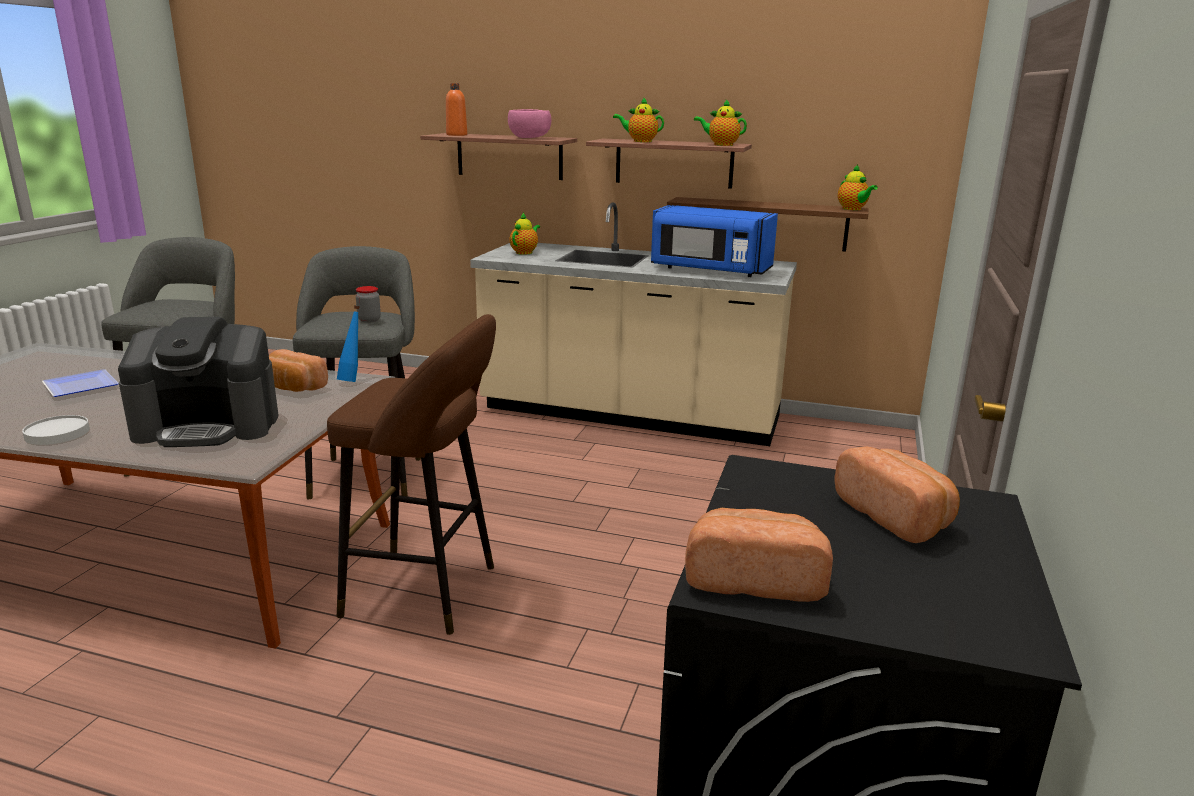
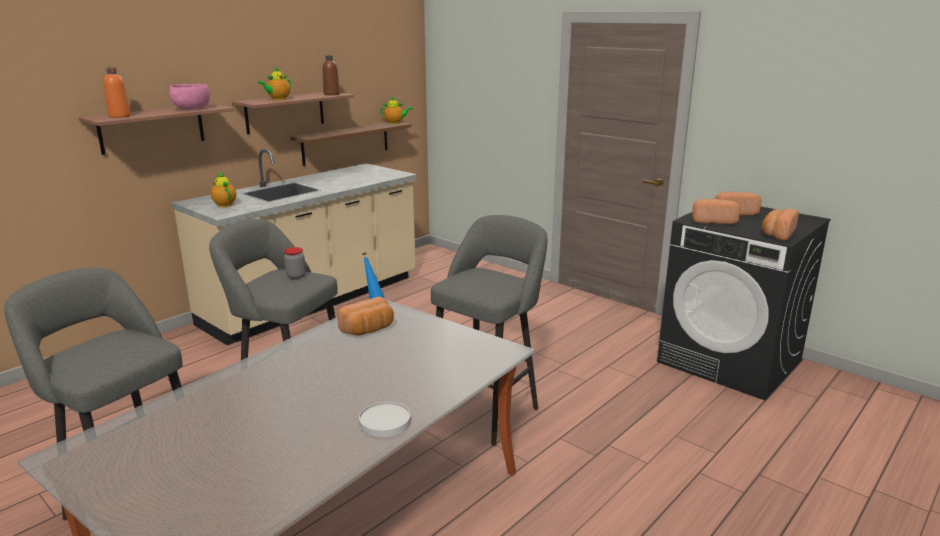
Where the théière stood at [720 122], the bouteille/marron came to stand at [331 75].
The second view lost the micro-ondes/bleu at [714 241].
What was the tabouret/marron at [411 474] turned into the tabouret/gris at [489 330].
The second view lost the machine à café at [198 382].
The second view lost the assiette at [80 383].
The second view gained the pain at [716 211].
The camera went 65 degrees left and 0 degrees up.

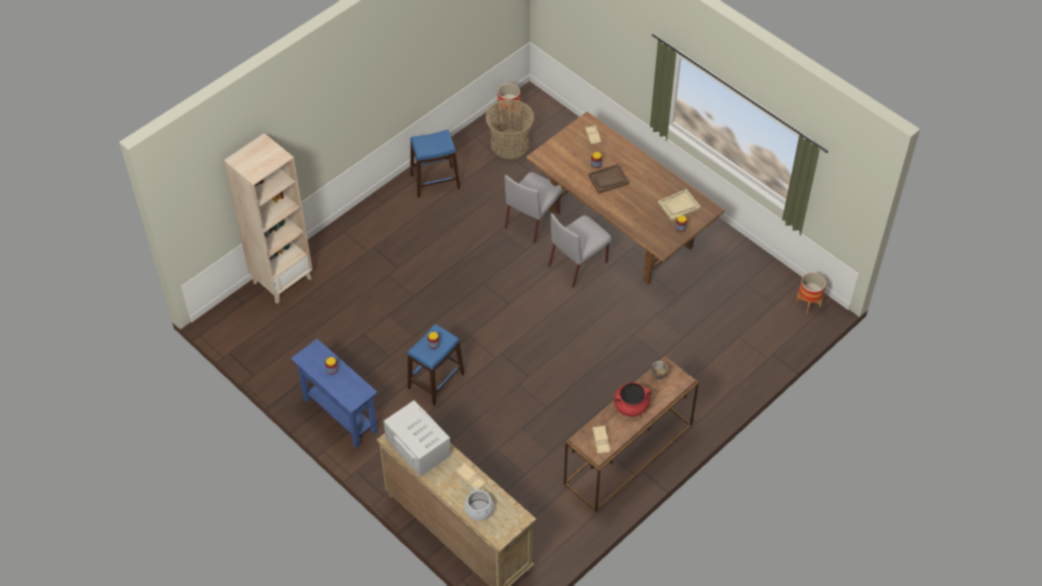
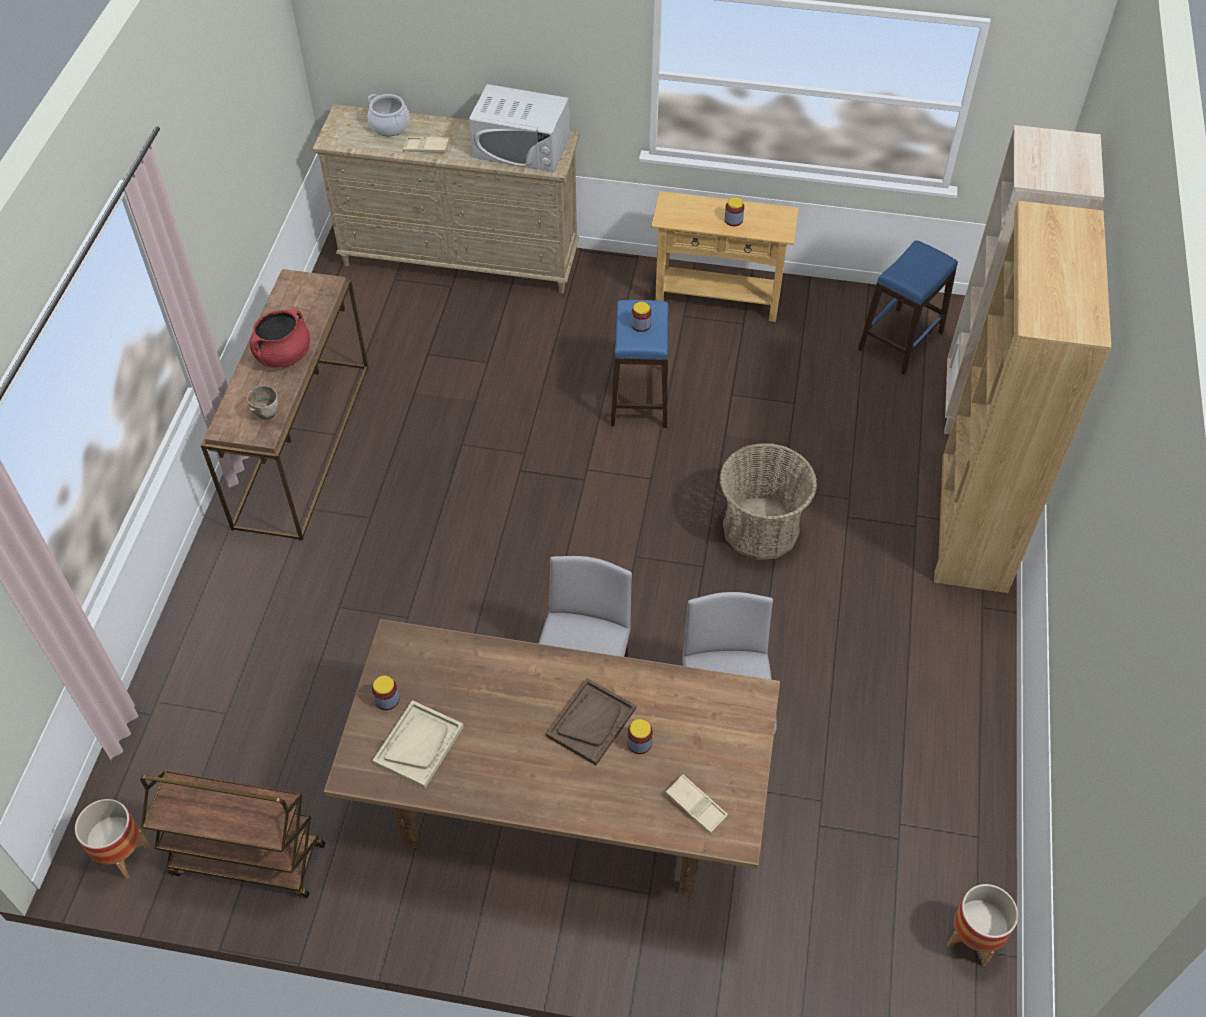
The panier ended up elsewhere, having gone from [509 129] to [768 501].
The tabouret/bleu ended up elsewhere, having gone from [435 164] to [908 307].
What was the table console/bleu at [334 393] turned into the table console/beige at [725 256].
The second view lost the plateau/beige at [601 440].
The second view gained the bibliothèque/marron at [1022 397].
The second view gained the chariot/marron at [232 834].
The camera went 145 degrees right and 0 degrees up.

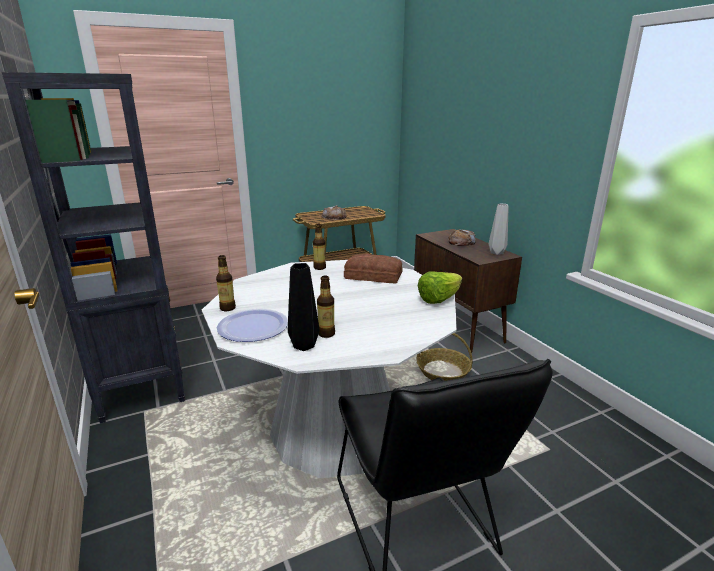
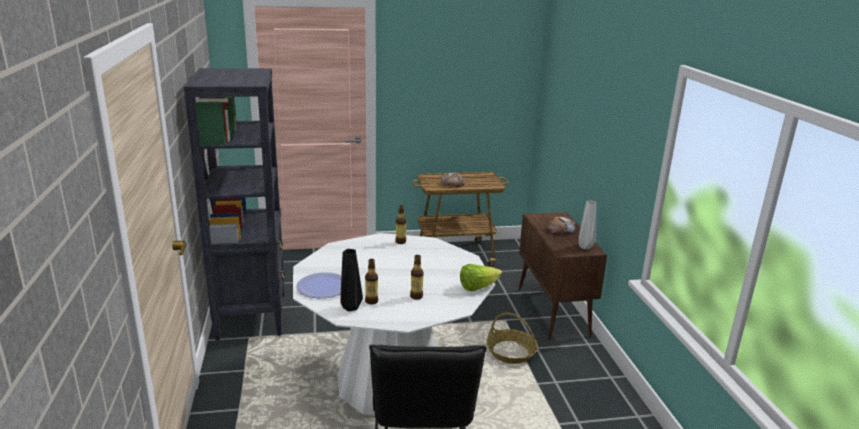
The second view lost the pain at [373 268].
The bouteille ended up elsewhere, having gone from [226 283] to [417 277].
The camera went 15 degrees right and 0 degrees up.

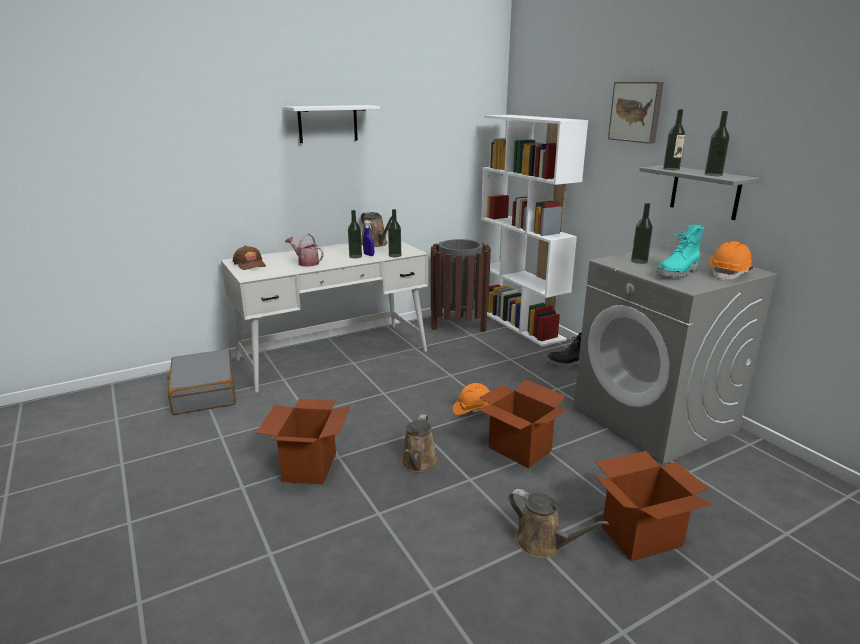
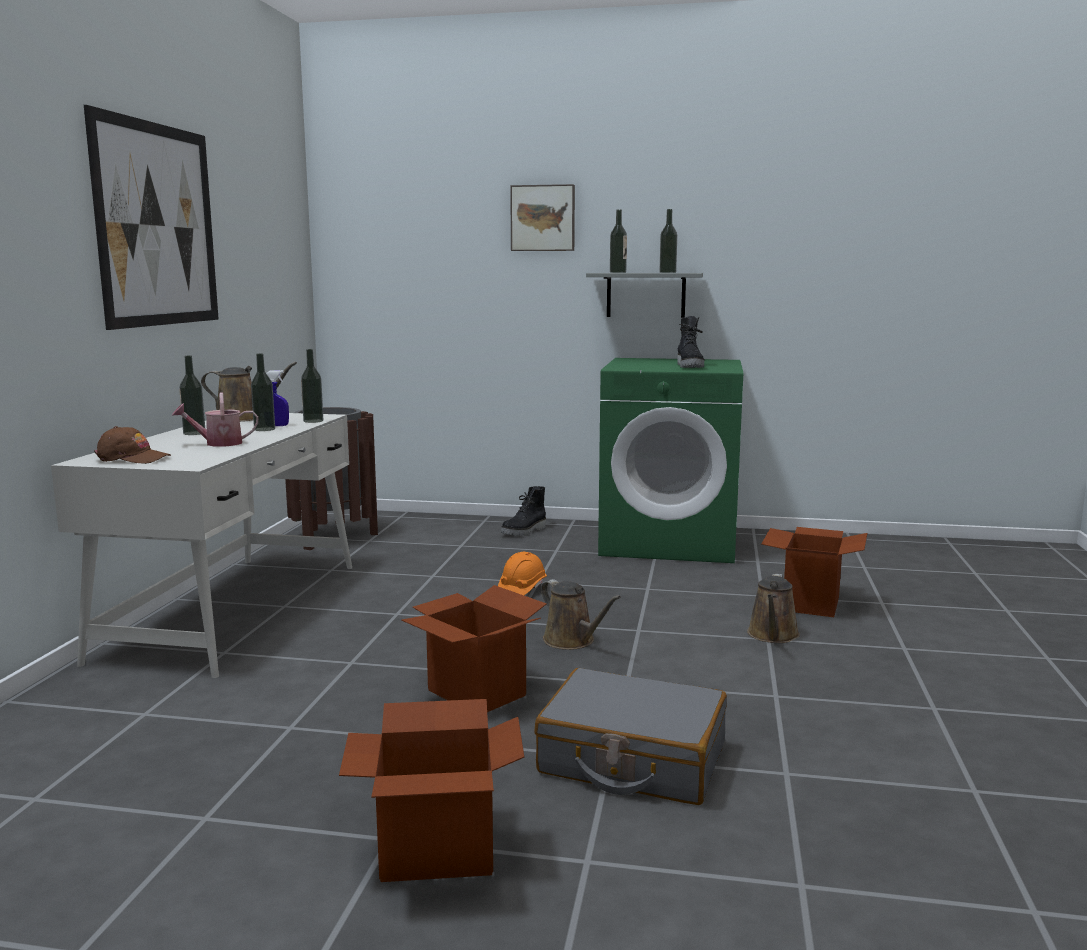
Where the étagère/blanc hung at [332 124], the tableau came to hang at [151 217].
The second view lost the bibliothèque/blanc at [534 231].
The bouteille ended up elsewhere, having gone from [642 233] to [192 395].
What was the botte/turquoise at [680 251] turned into the botte/noir at [691 342].
The second view lost the casque de chantier/orange at [731 261].
What was the lave-linge/gris at [676 354] turned into the lave-linge/vert at [670 460].
The valise/gris ended up elsewhere, having gone from [201 382] to [630 736].
The carton ended up elsewhere, having gone from [522 424] to [431 790].
The arrosoir/marron at [558 523] ended up facing another way, 120 degrees clockwise from before.
The camera went 50 degrees left and 10 degrees down.

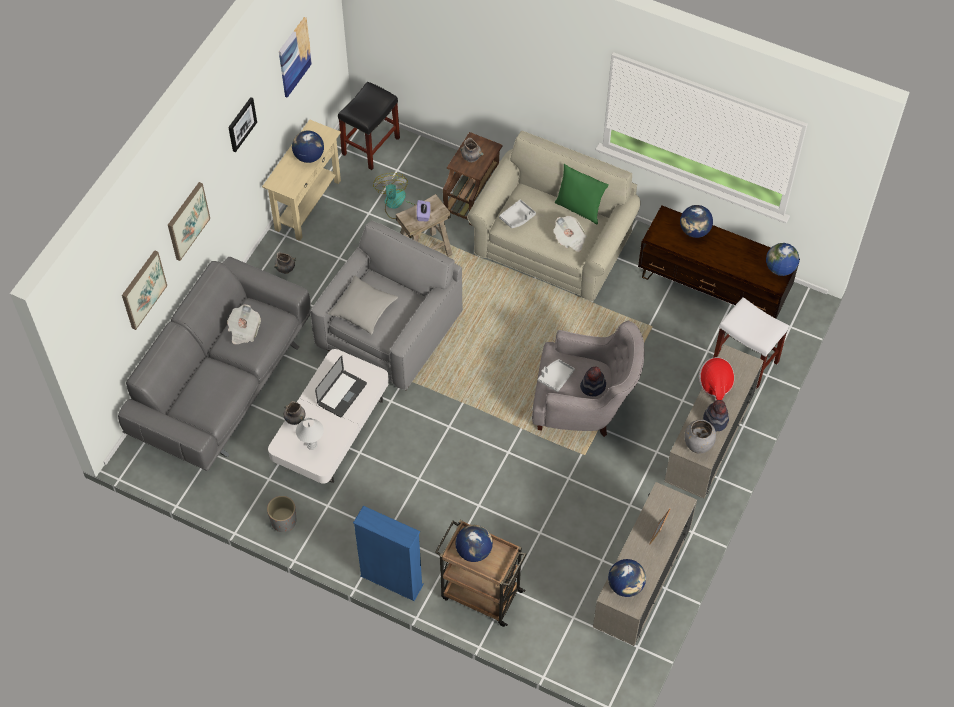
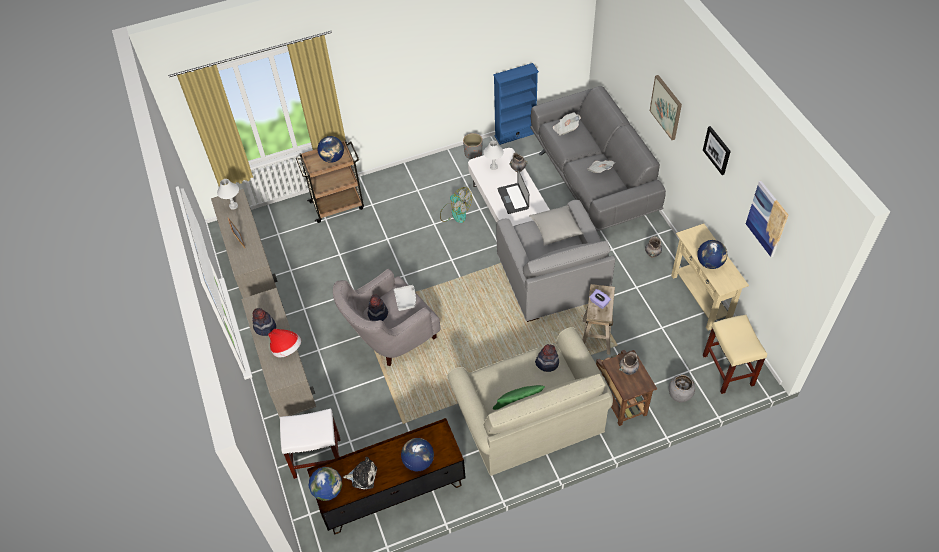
What was the tabouret/noir at [369 125] turned into the tabouret/beige at [735 354].
The ventilateur ended up elsewhere, having gone from [394 196] to [456 205].
Where the plateau/gris stood at [517 214], the chapeau came to stand at [547 358].
The journal ended up elsewhere, having gone from [570 234] to [567 124].
The second view lost the tableau at [144 290].
The vase/gris ended up elsewhere, having gone from [700 436] to [682 388].
The bibliothèque/bleu ended up elsewhere, having gone from [388 553] to [516 104].
Where the globe stood at [627 578], the lampe de table/blanc came to stand at [228 194].
The second view gained the peluche at [360 473].
The camera went 135 degrees right and 5 degrees down.

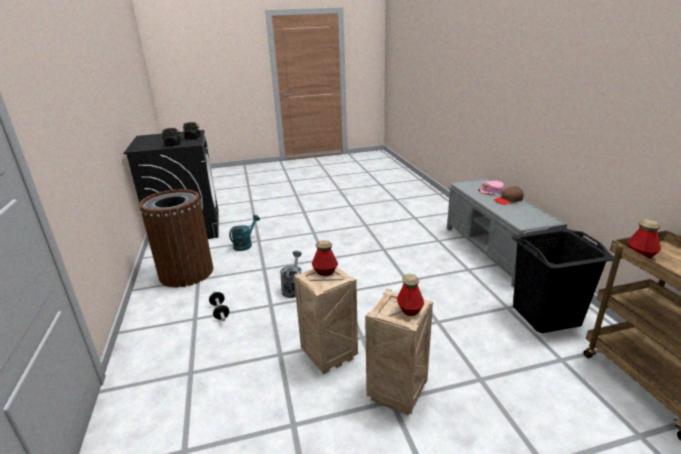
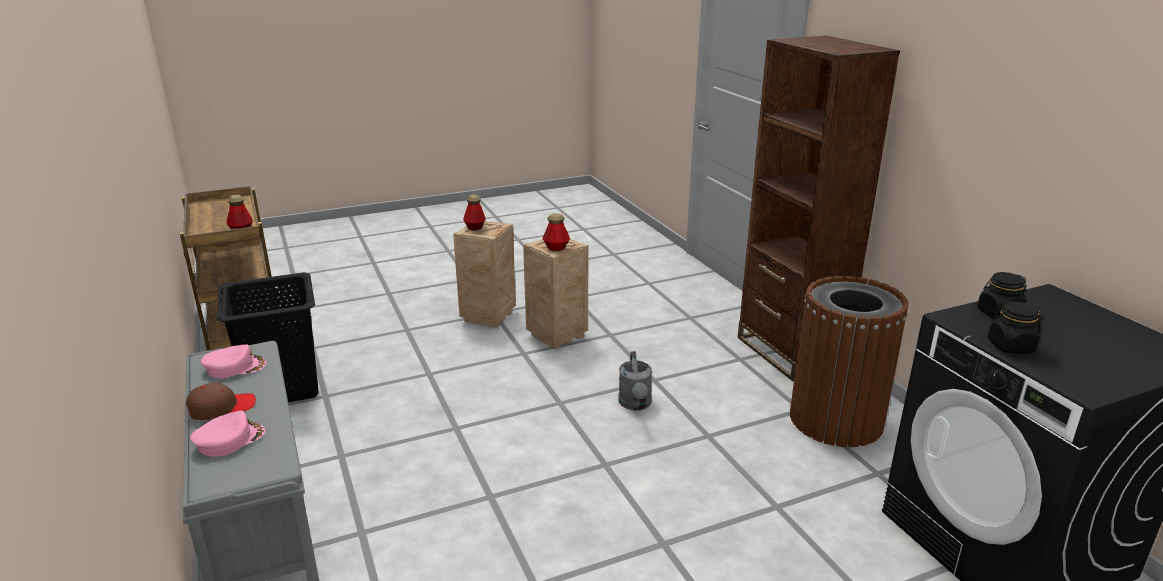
The second view lost the arrosoir/turquoise at [244 233].
The second view lost the haltère at [219 306].
The second view gained the bibliothèque/marron at [819 208].
The second view gained the casquette/rose at [233 361].
The camera went 170 degrees right and 0 degrees up.

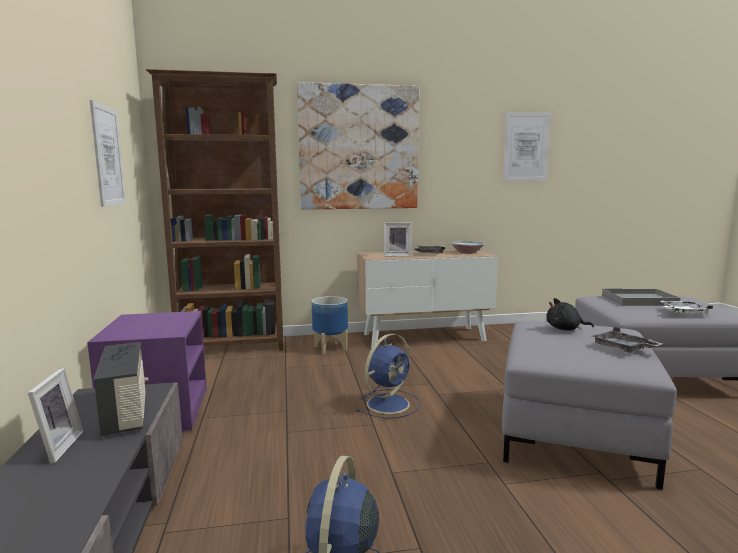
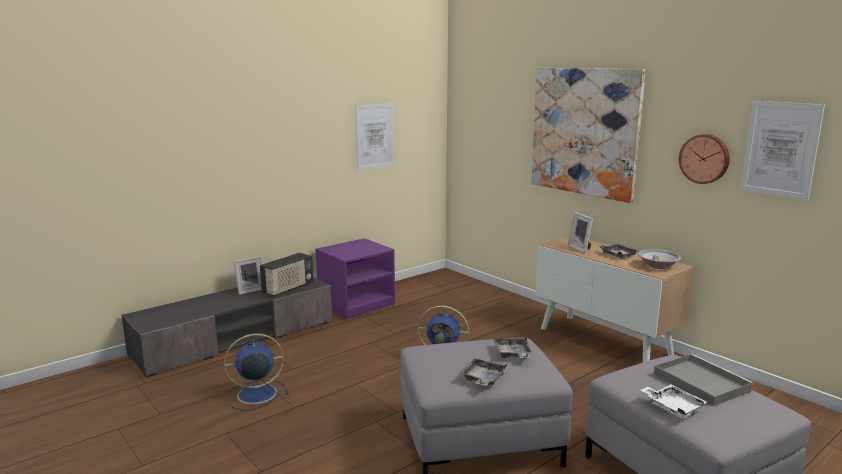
The second view lost the bibliothèque/marron at [214 210].
The second view lost the cache-pot at [330 325].
Where the peluche/noir stood at [570 314], the plateau/gris came to stand at [513 347].
The second view gained the horloge murale at [704 159].
The camera went 60 degrees right and 5 degrees up.

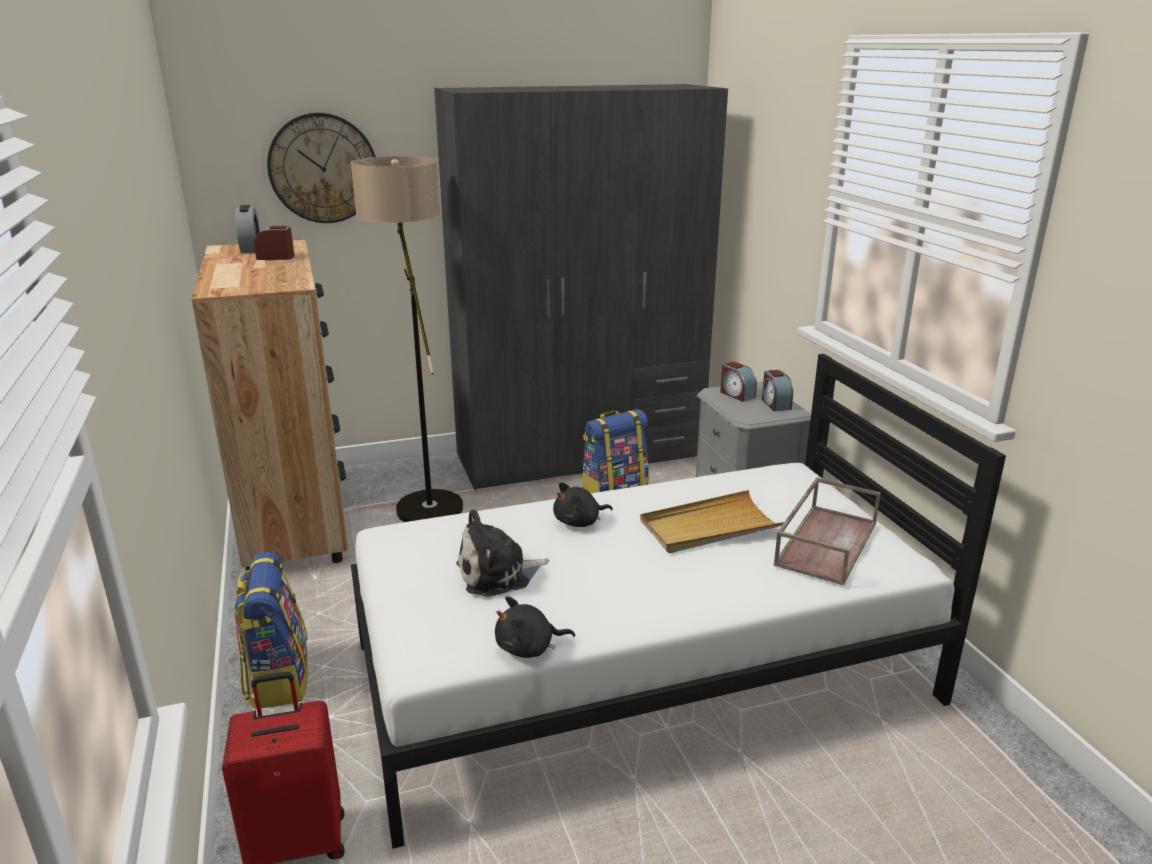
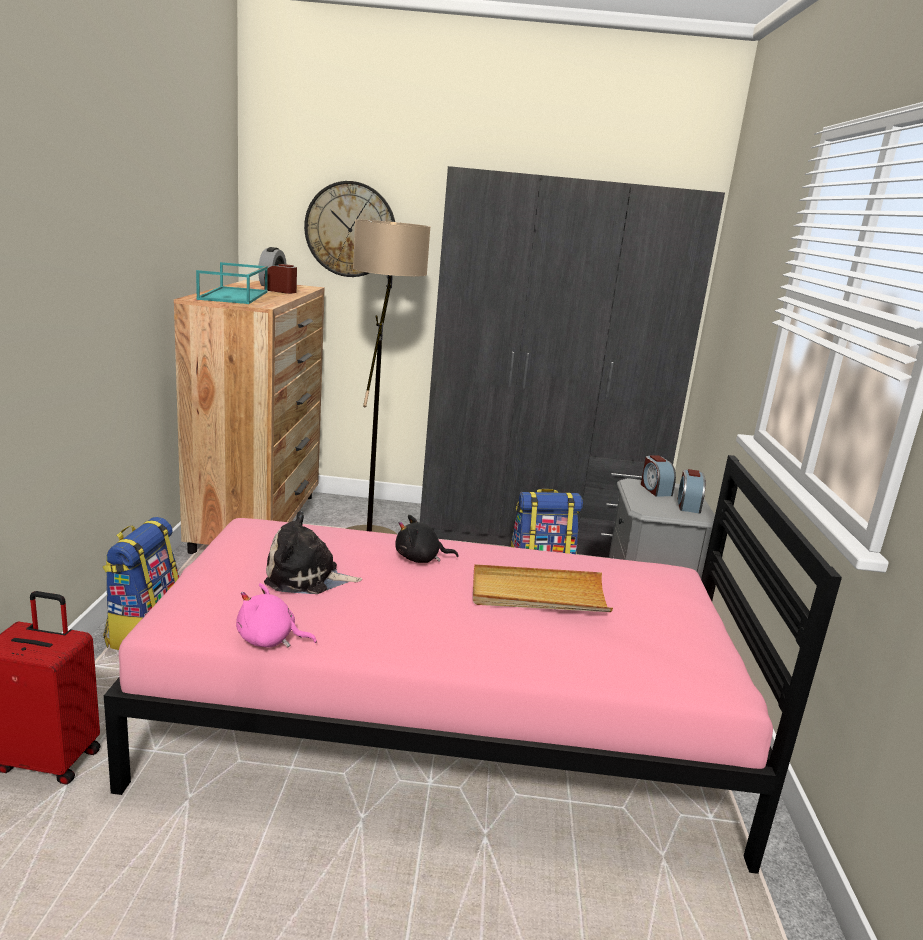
What was the lit/blanc at [678 601] turned into the lit/rose at [473 664].
The second view lost the plateau/marron at [827 531].
What was the peluche/noir at [535 627] turned into the peluche/rose at [276 615].
The second view gained the plateau/turquoise at [232 283].
The camera went 20 degrees right and 5 degrees down.

